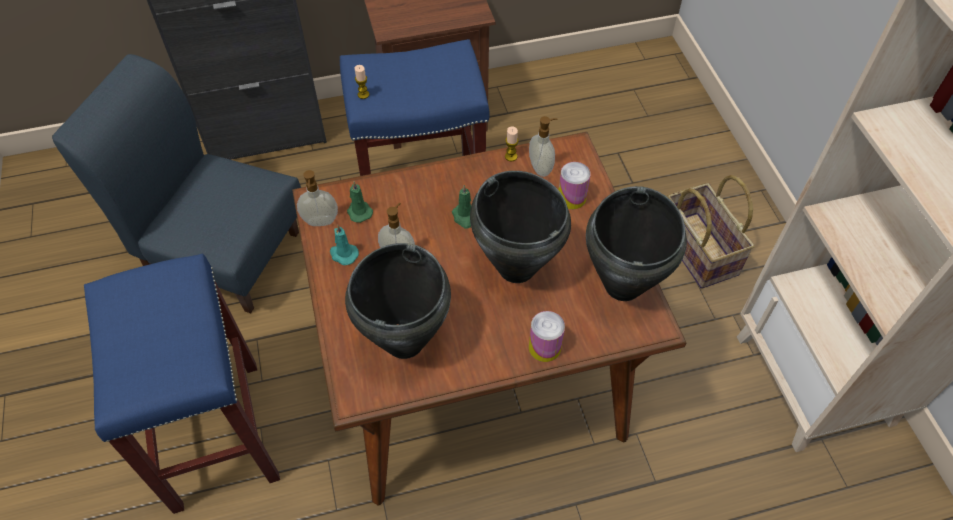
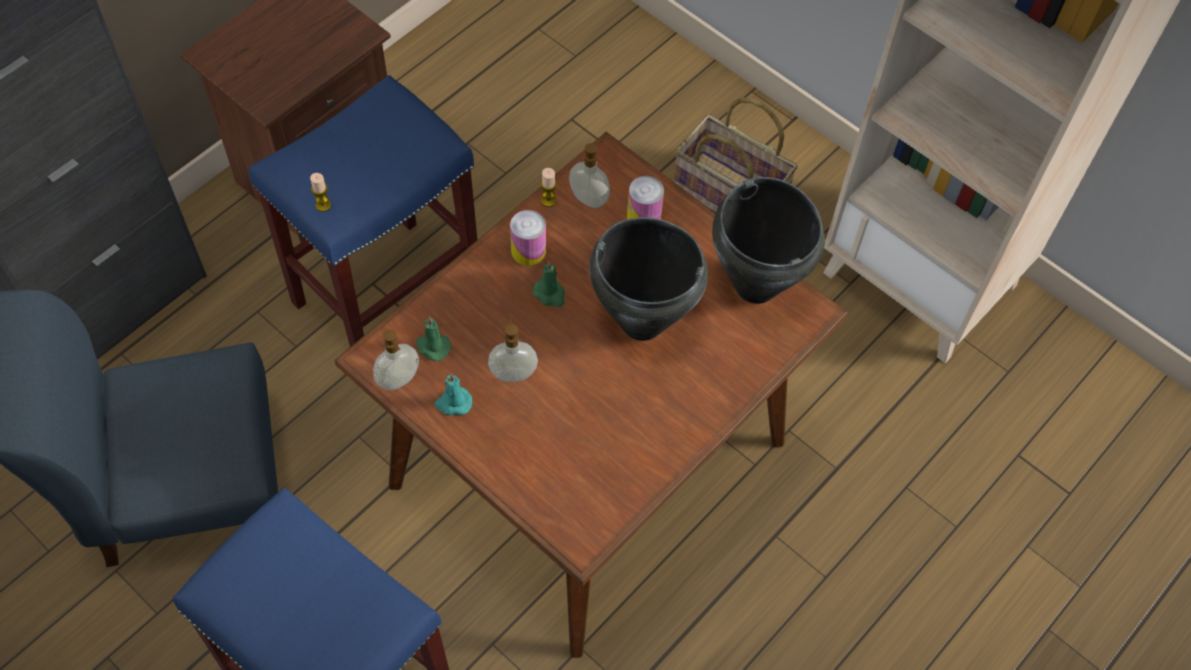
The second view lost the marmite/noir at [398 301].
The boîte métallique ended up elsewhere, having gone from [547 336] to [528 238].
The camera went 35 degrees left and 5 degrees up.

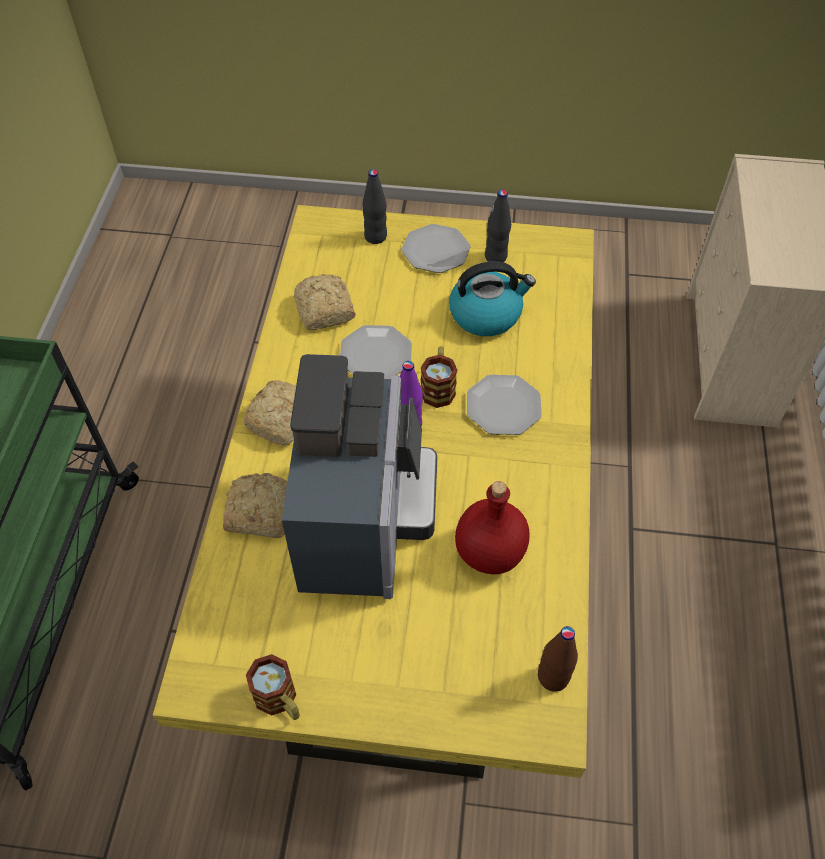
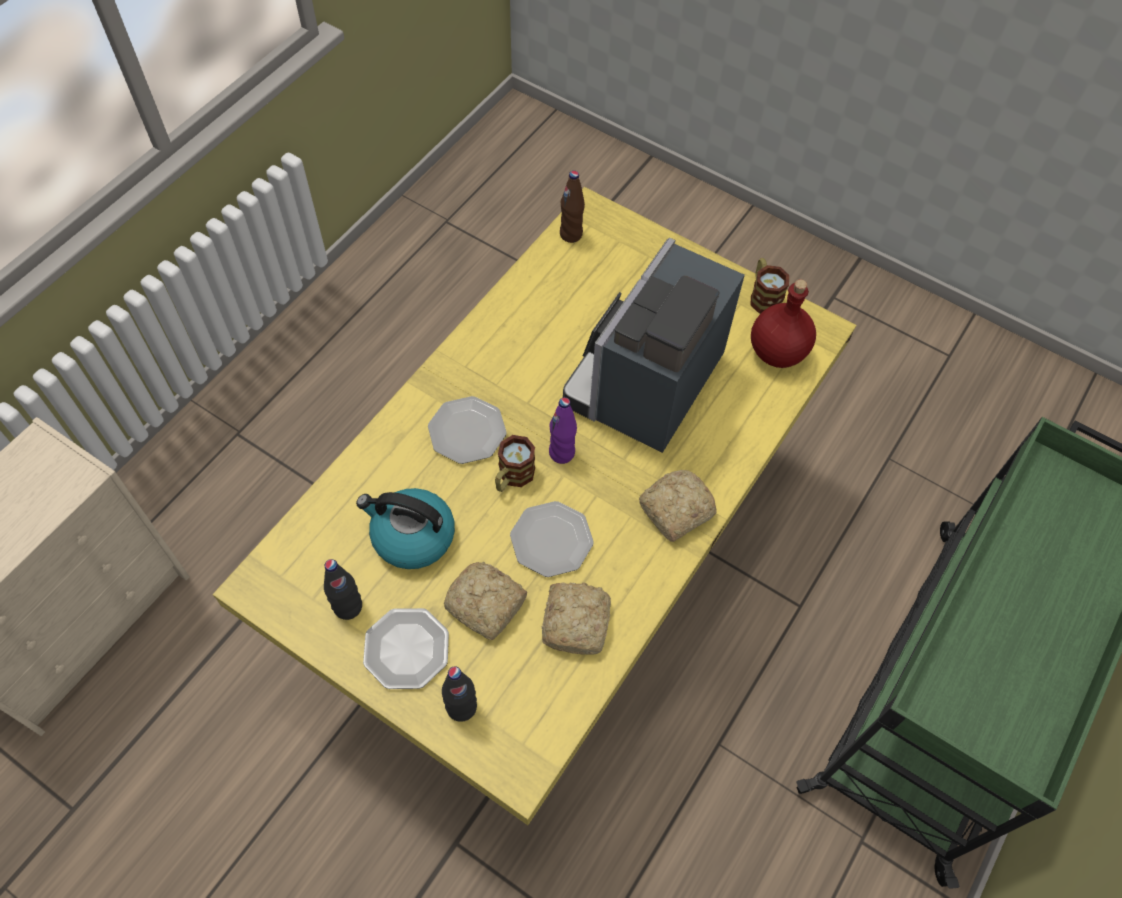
The pain ended up elsewhere, having gone from [255 505] to [485 601].
The bouteille/rouge ended up elsewhere, having gone from [492 527] to [783 323].
The camera went 155 degrees left and 5 degrees up.

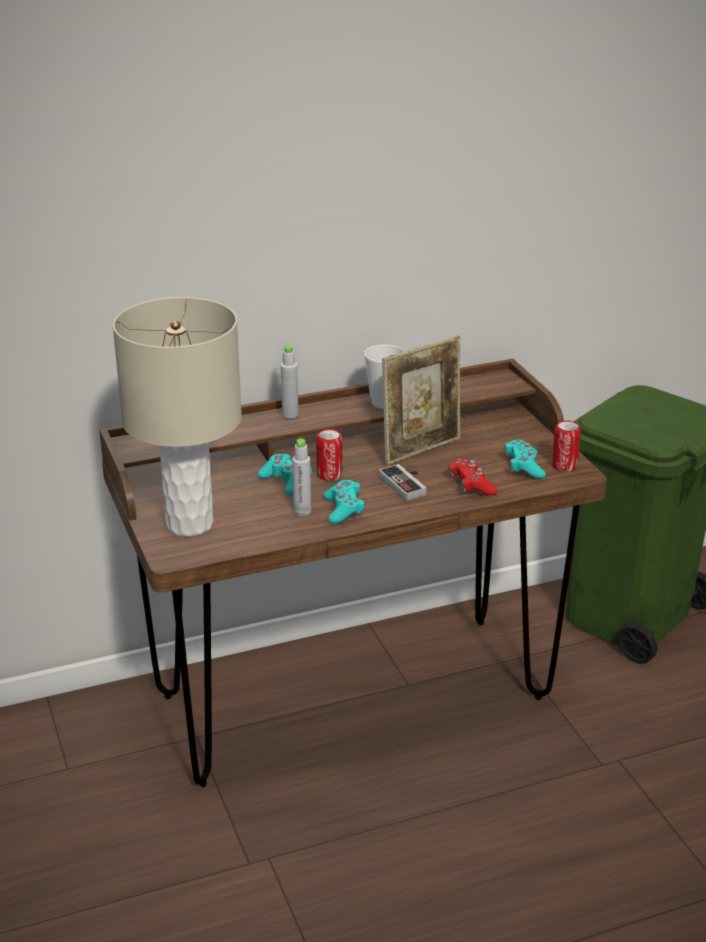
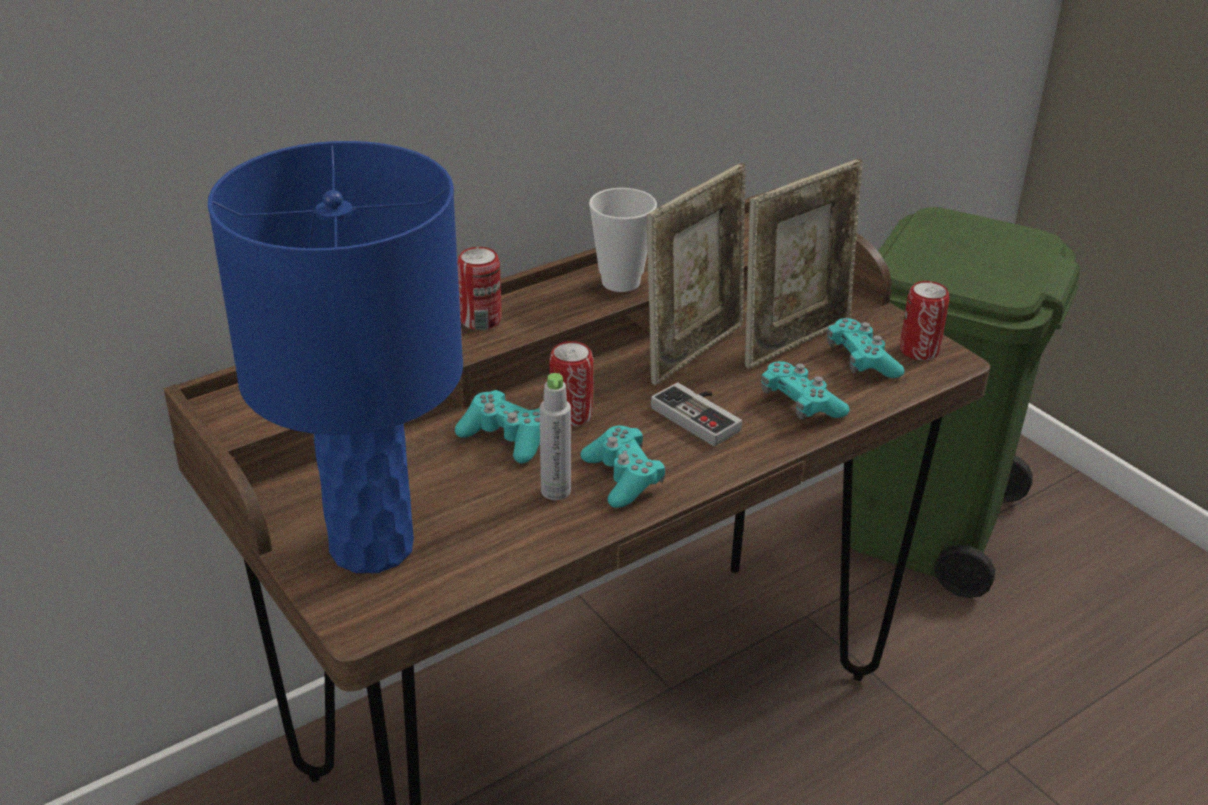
What was the lampe de table/beige at [177 417] turned into the lampe de table/bleu at [335 357].
Where the bouteille/gris stood at [289 381], the boîte métallique came to stand at [479 288].
What was the manette/rouge at [473 476] turned into the manette/turquoise at [805 390].
The second view gained the cadre photo at [804 264].
The camera went 15 degrees left and 5 degrees up.

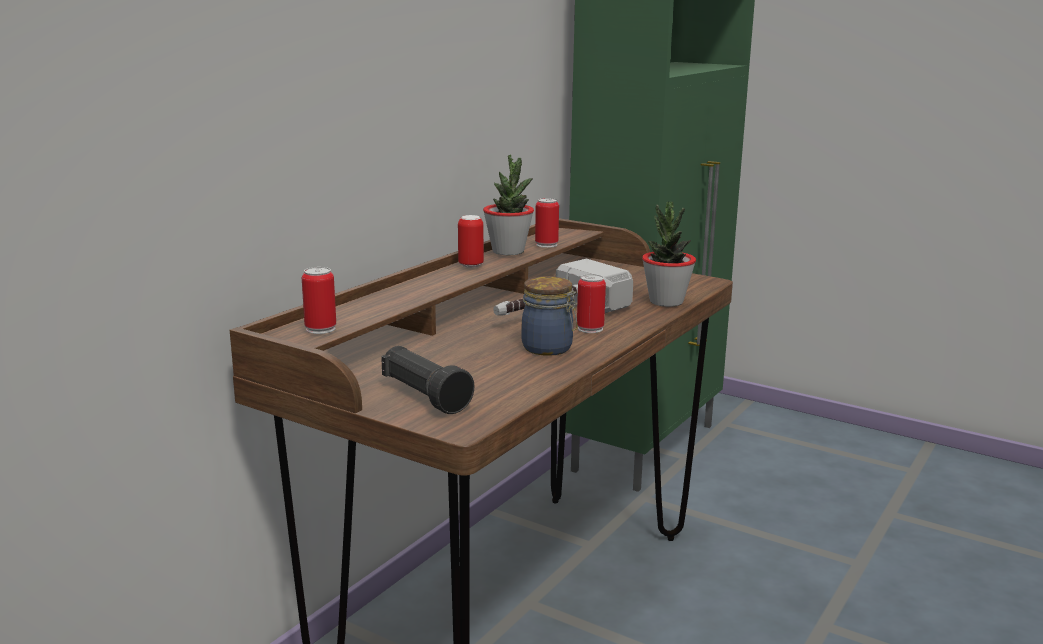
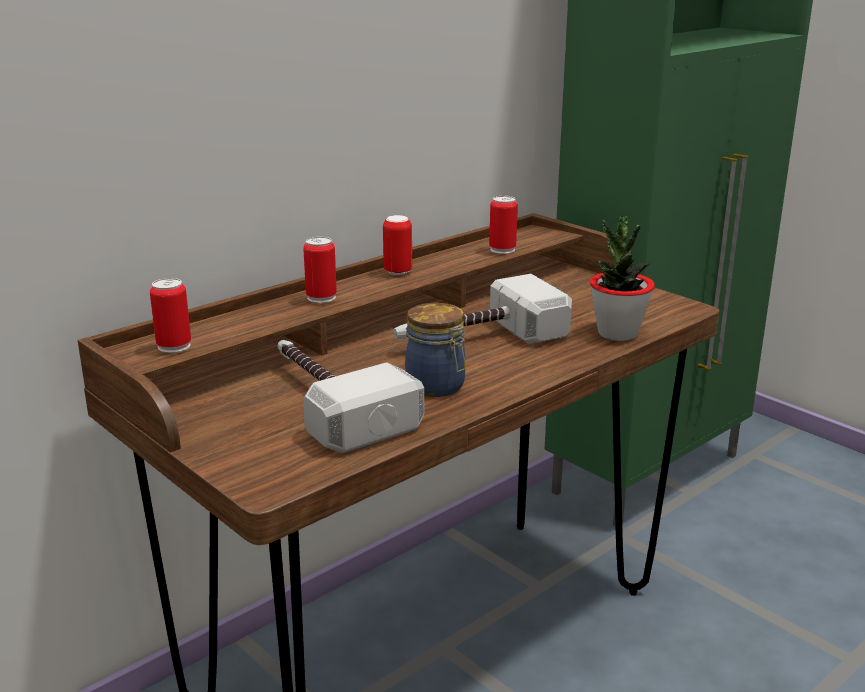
The second view lost the plante en pot at [508 204].
The boîte métallique ended up elsewhere, having gone from [591 303] to [320 270].
The second view lost the lampe de poche/noir at [427 380].
The second view gained the marteau at [350 397].
The camera went 15 degrees right and 5 degrees up.

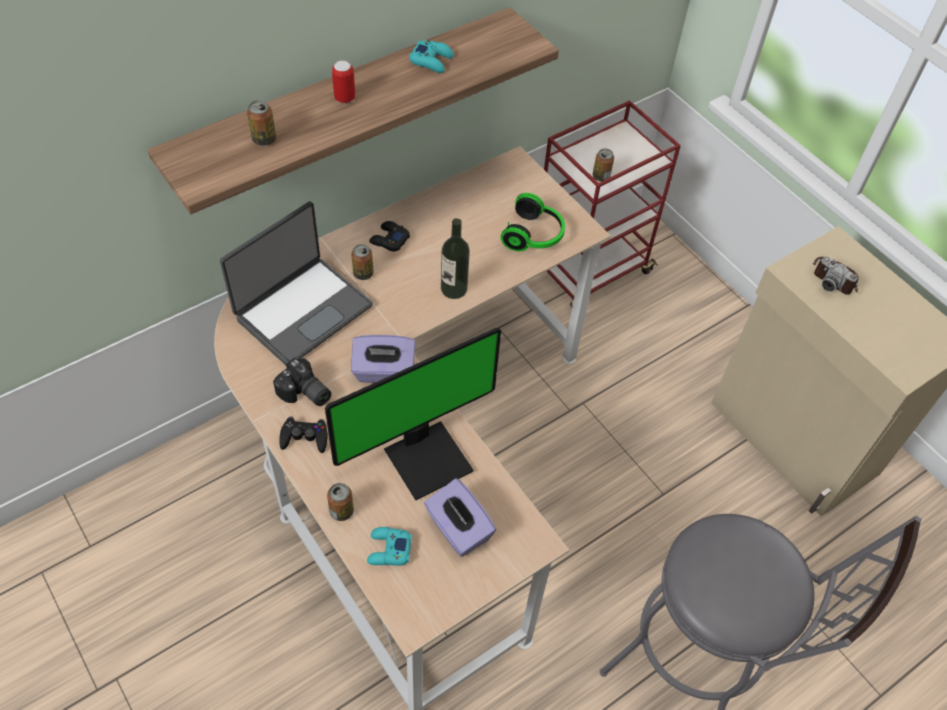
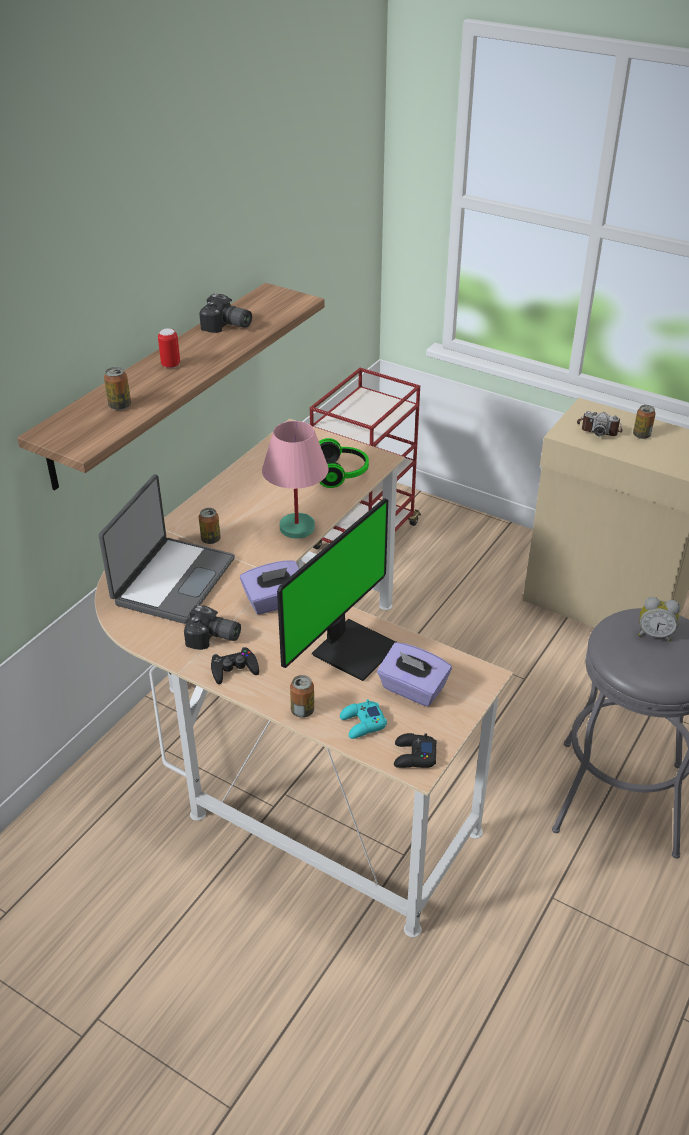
Where the manette/turquoise stood at [431 56], the appareil photo came to stand at [225 313].
The boîte métallique ended up elsewhere, having gone from [603 165] to [644 422].
Where the bouteille stood at [455 258], the lampe de table/rose came to stand at [295 480].
The manette/noir ended up elsewhere, having gone from [389 236] to [415 750].
The second view gained the réveil at [659 619].
The camera went 20 degrees left and 15 degrees down.

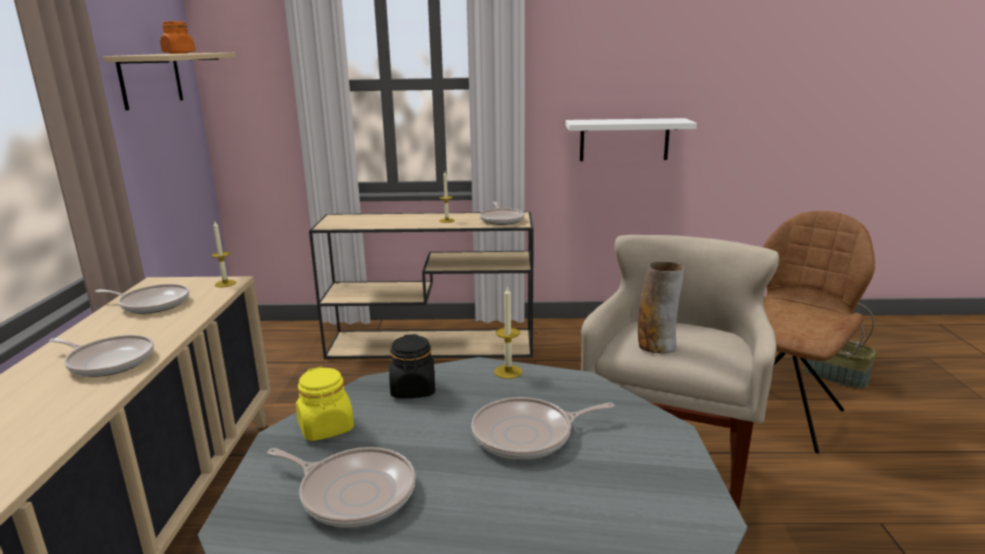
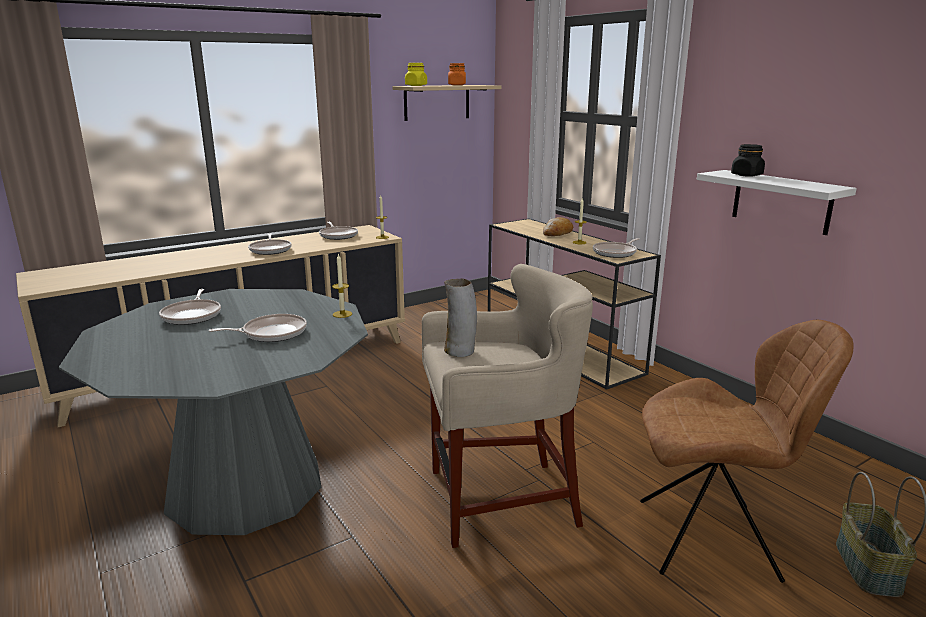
The bocal/noir ended up elsewhere, having gone from [412 366] to [748 160].
The bocal/jaune ended up elsewhere, having gone from [325 404] to [416 74].
The poêle at [543 428] ended up facing another way, 120 degrees clockwise from before.
The second view gained the pain at [558 226].
The camera went 55 degrees right and 0 degrees up.

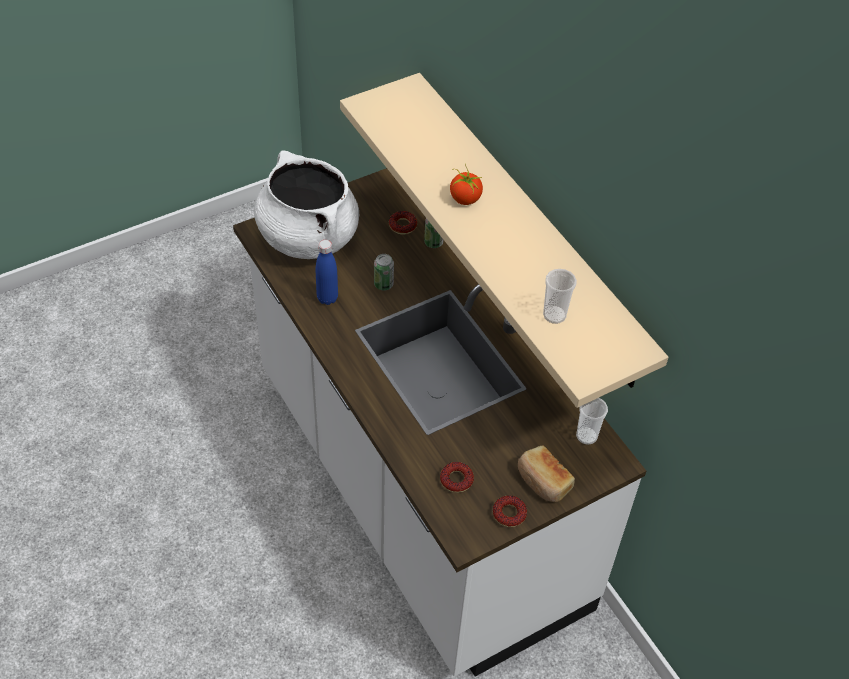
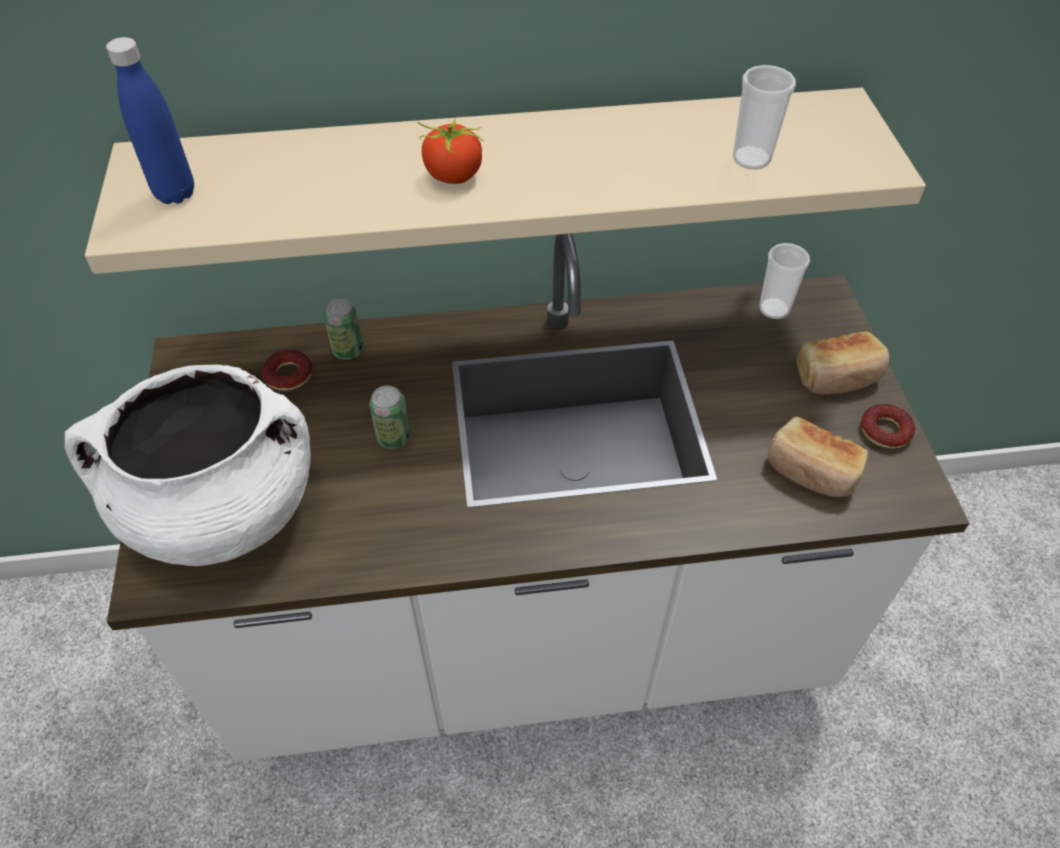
The bouteille/bleu ended up elsewhere, having gone from [327 272] to [150 120].
Where the beignet stood at [457 477], the pain came to stand at [818 456].
The camera went 65 degrees left and 0 degrees up.

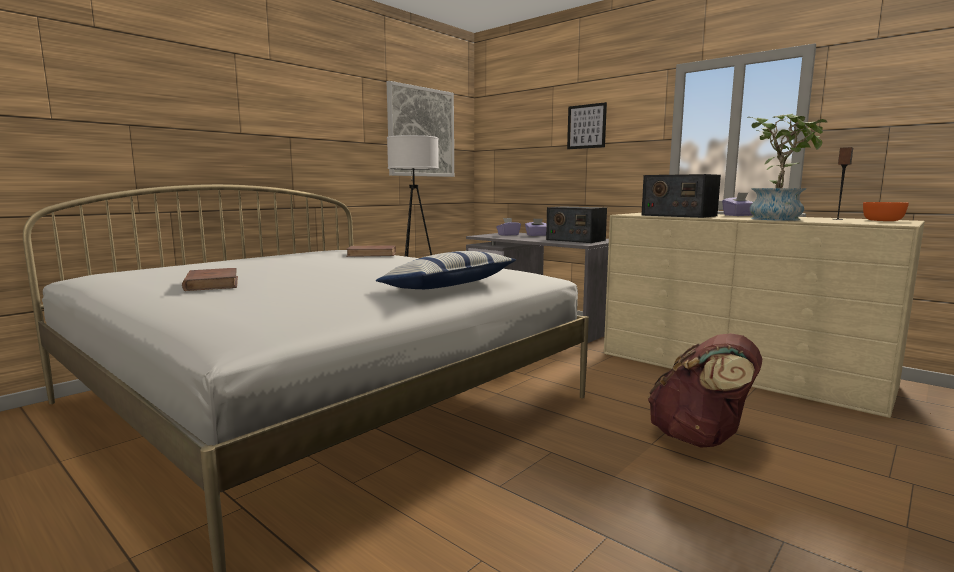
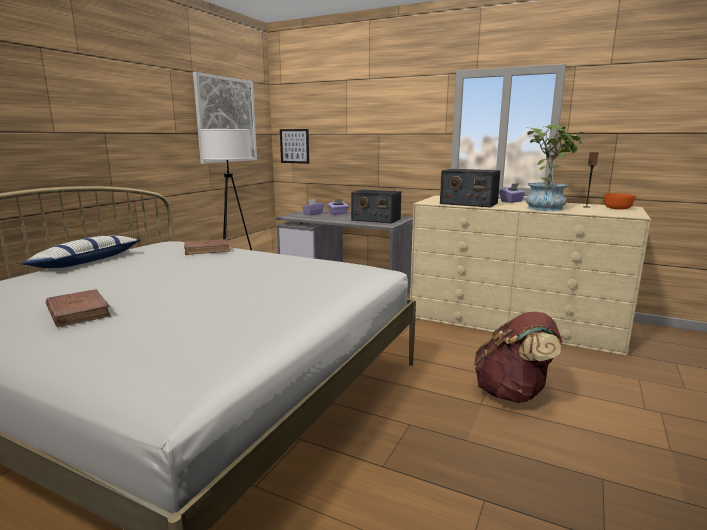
The tableau ended up elsewhere, having gone from [587 125] to [294 146].
The coussin ended up elsewhere, having gone from [446 270] to [81 252].
The camera went 15 degrees left and 5 degrees up.

